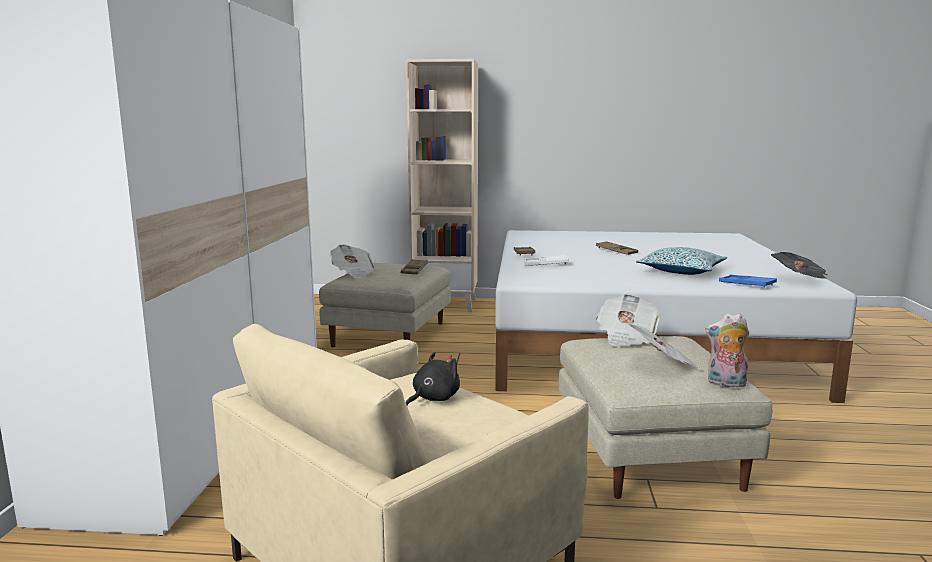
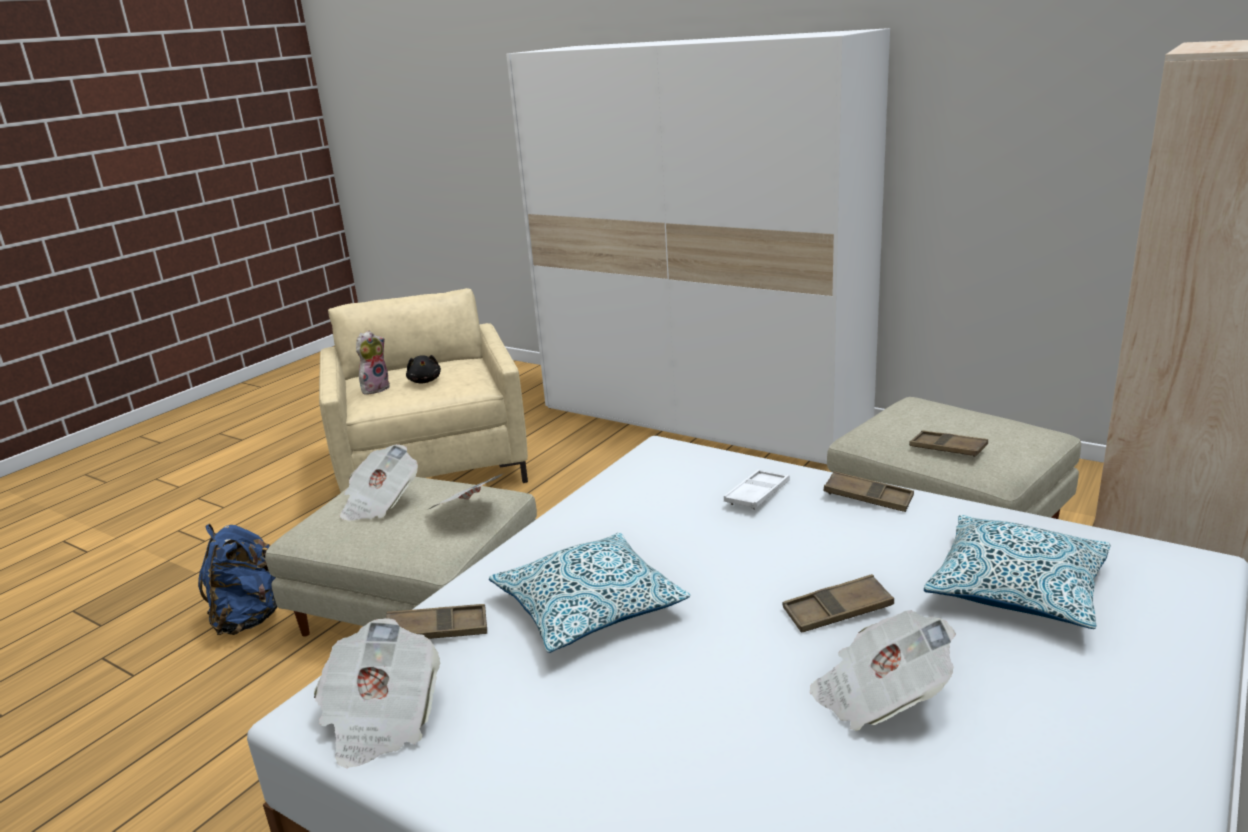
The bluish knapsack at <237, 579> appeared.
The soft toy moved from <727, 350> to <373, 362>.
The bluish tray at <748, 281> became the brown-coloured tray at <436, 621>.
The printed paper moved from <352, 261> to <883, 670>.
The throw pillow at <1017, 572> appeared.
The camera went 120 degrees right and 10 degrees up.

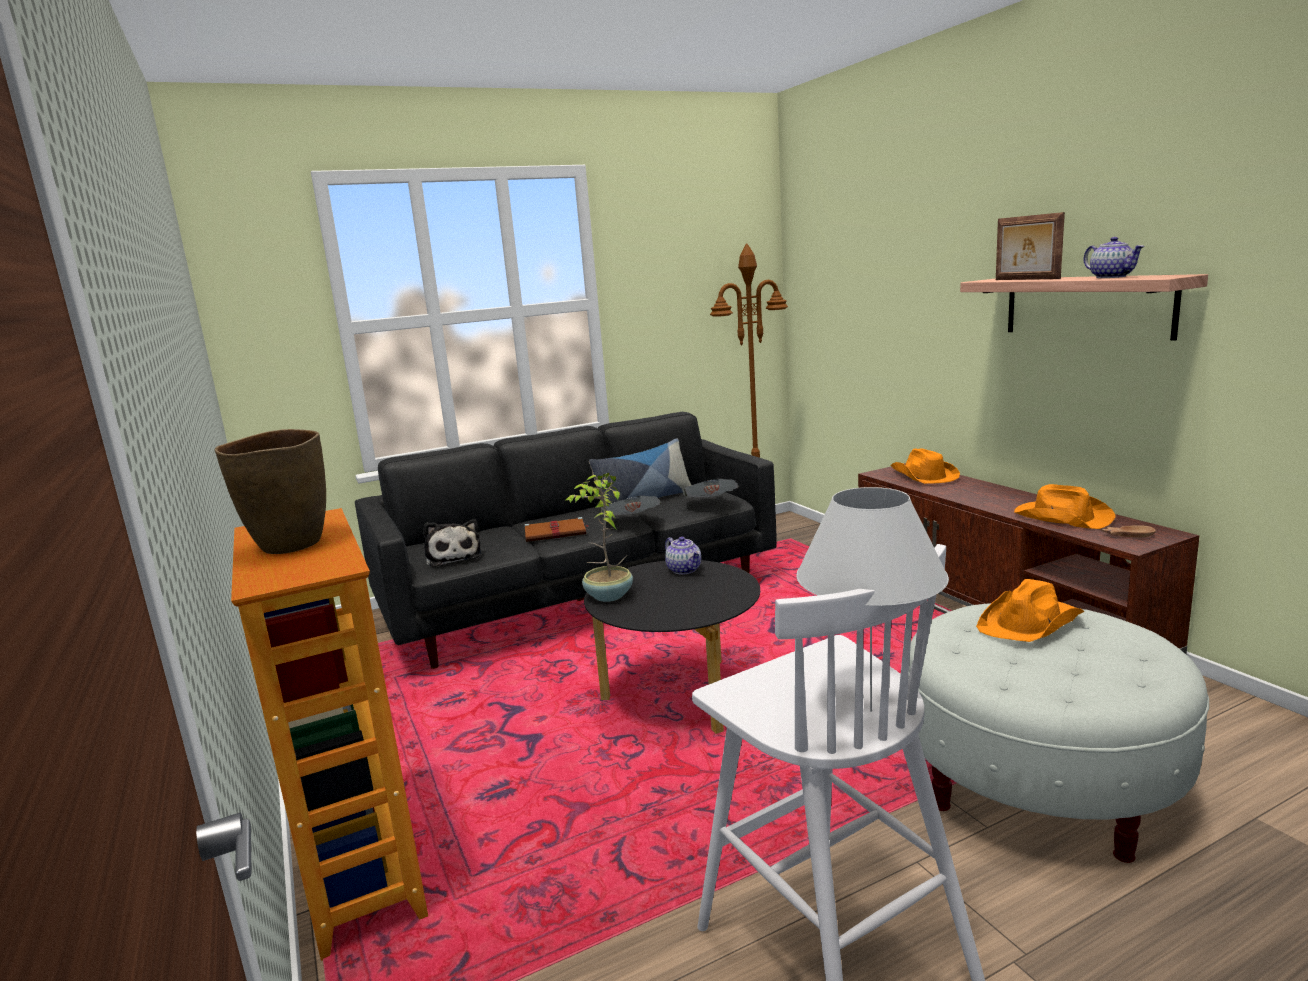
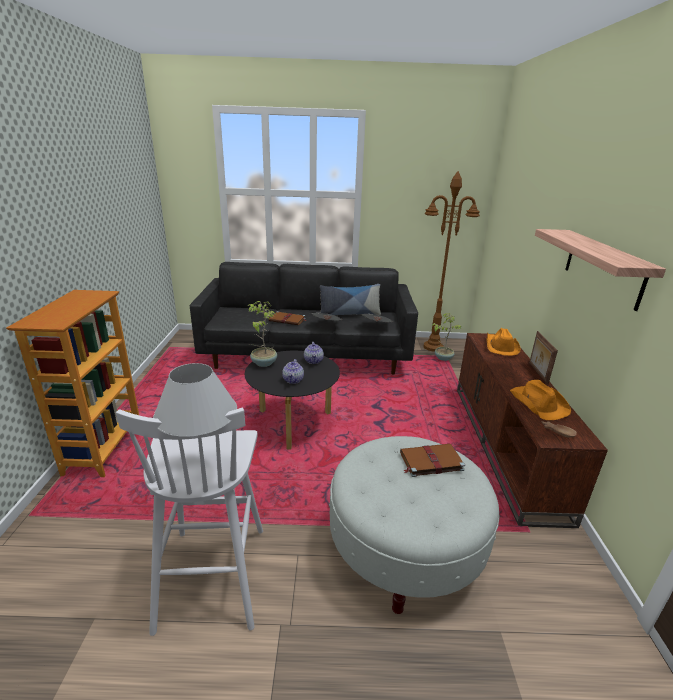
The tea pot moved from <1114, 257> to <293, 371>.
The orange wearable hat at <1030, 610> was replaced by the brown-coloured bound book at <432, 460>.
The houseplant at <446, 337> appeared.
The standing frame moved from <1030, 246> to <543, 358>.
The brown-coloured vase at <270, 491> disappeared.
The soft toy at <452, 543> disappeared.
The camera went 25 degrees right and 10 degrees up.

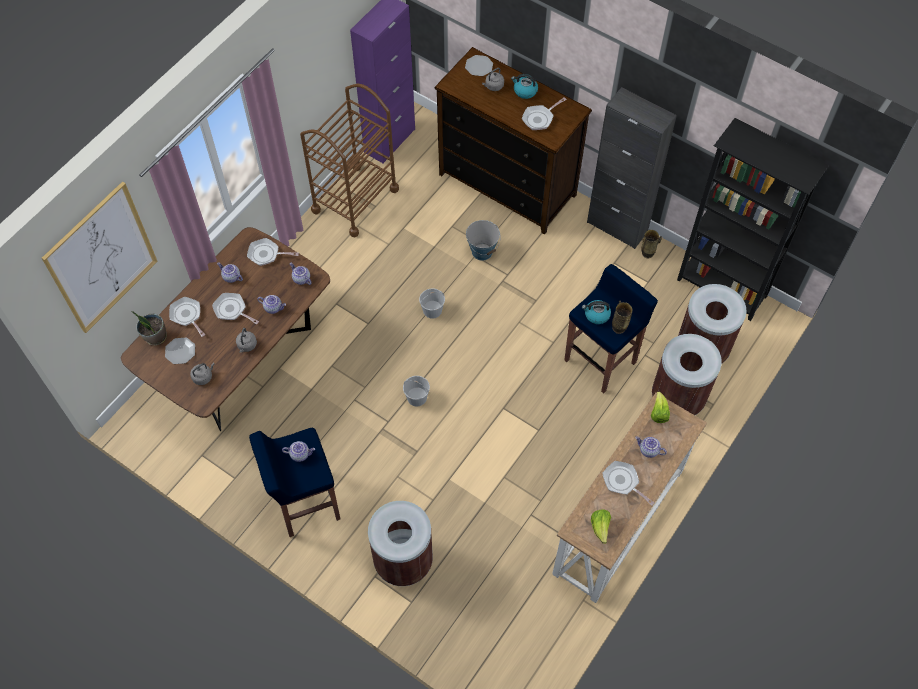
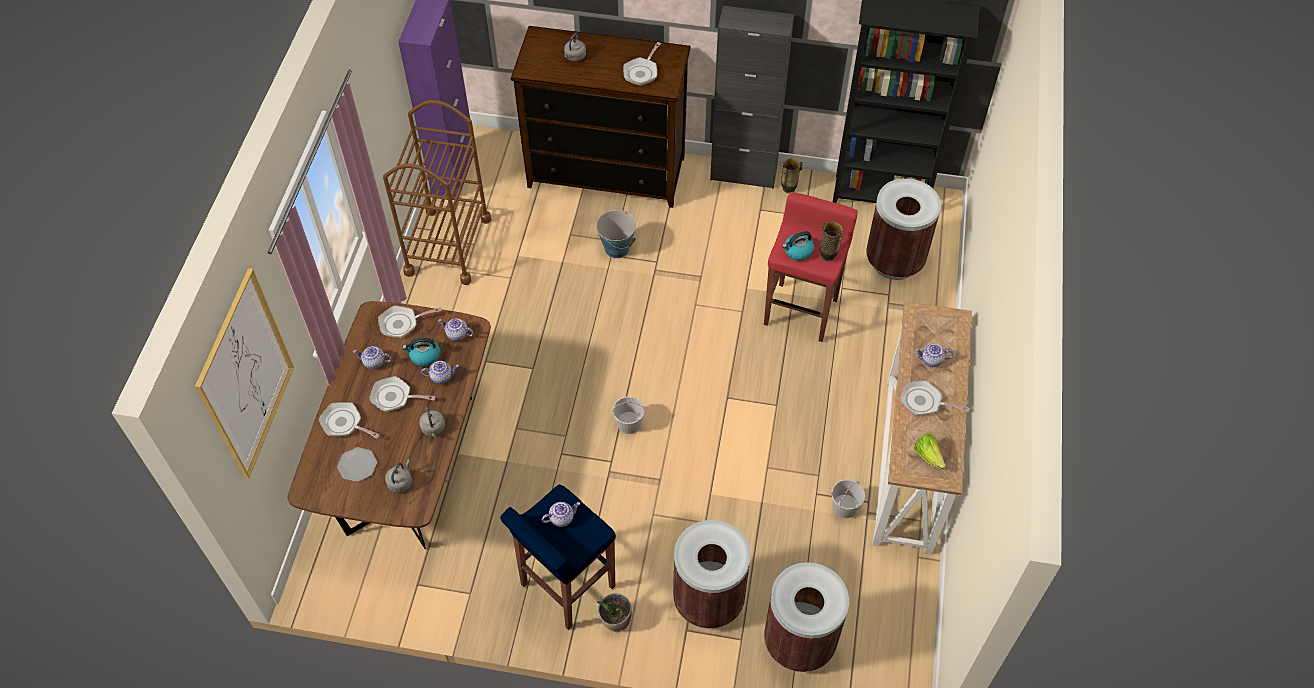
The water kettle moved from <524, 86> to <421, 352>.
The houseplant moved from <149, 328> to <614, 612>.
The bluish sitting stool at <611, 328> became the red sitting stool at <811, 267>.
The brown-coloured trash can moved from <687, 374> to <806, 617>.
The whitish bucket moved from <432, 303> to <848, 499>.
The flat dish at <479, 65> disappeared.
The head of lettuce at <660, 407> disappeared.
The camera went 25 degrees left and 5 degrees down.

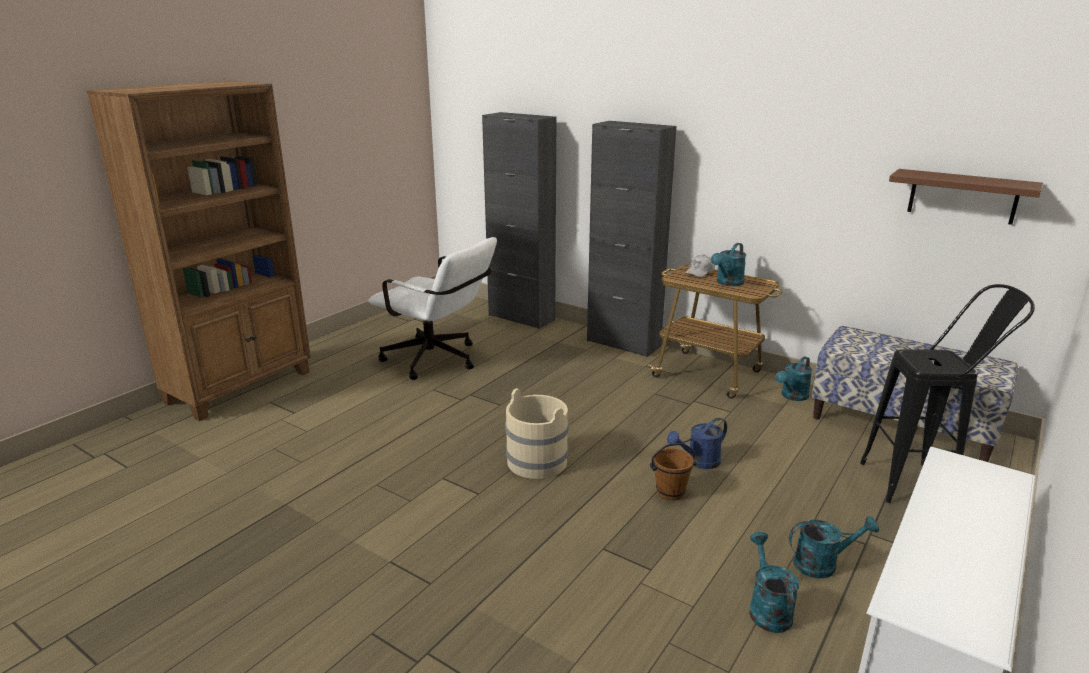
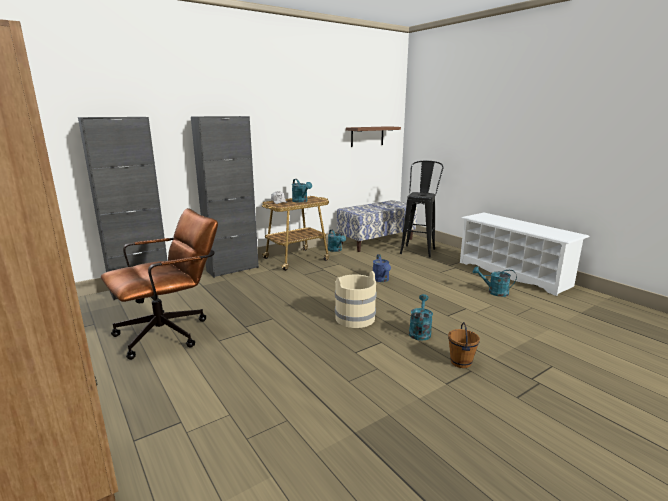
The whitish computer chair at <432, 308> became the brown-coloured computer chair at <159, 284>.
The blue-green watering can moved from <834, 547> to <421, 317>.
The brown-coloured bucket moved from <673, 471> to <464, 345>.
The camera went 70 degrees left and 5 degrees down.

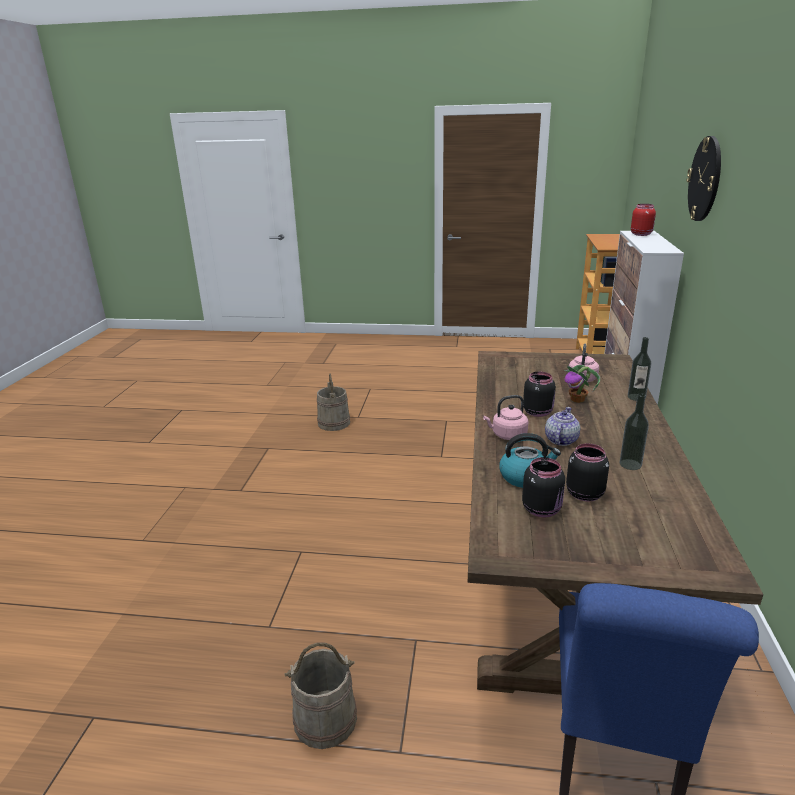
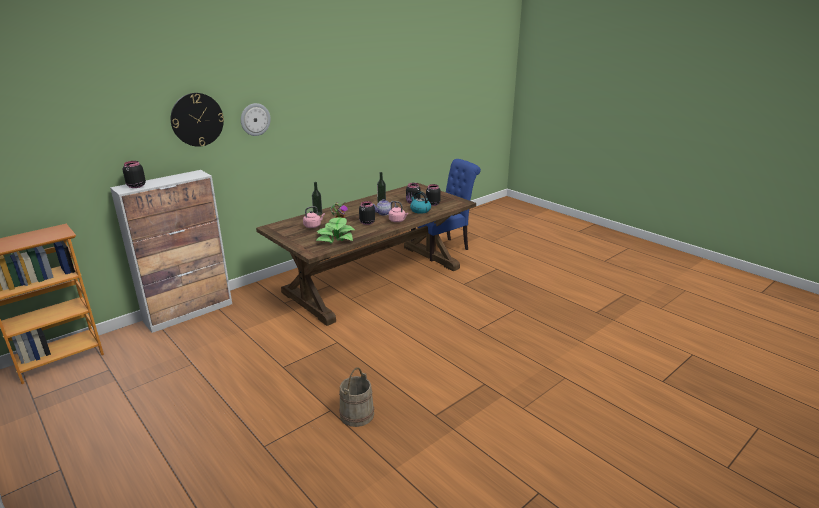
The red preserve jar at <643, 220> became the black-coloured preserve jar at <134, 174>.
The hanging clock at <256, 119> appeared.
The houseplant at <335, 230> appeared.
The beige bucket at <320, 695> disappeared.
The camera went 140 degrees left and 0 degrees up.

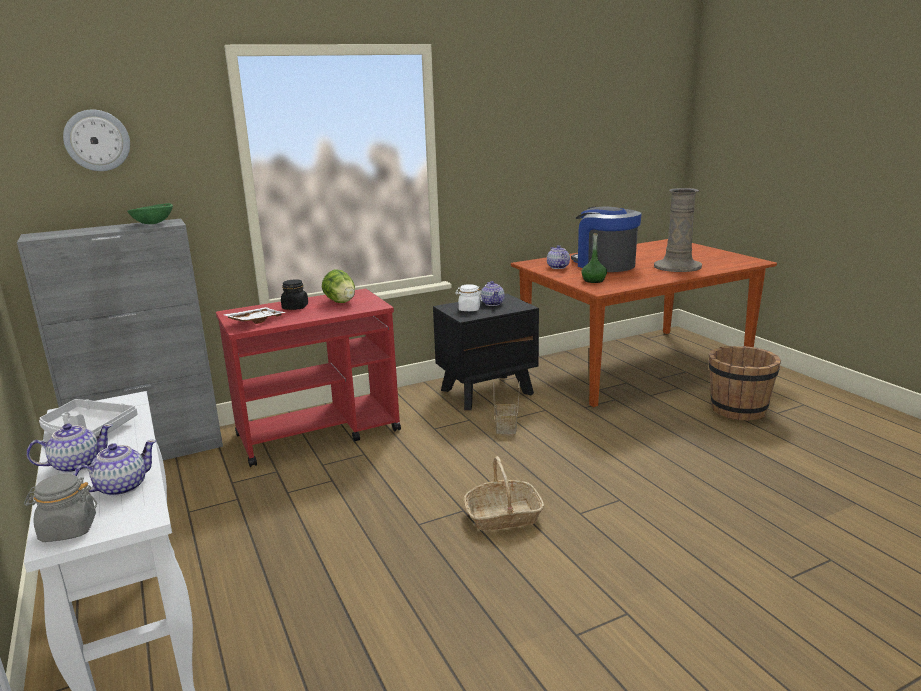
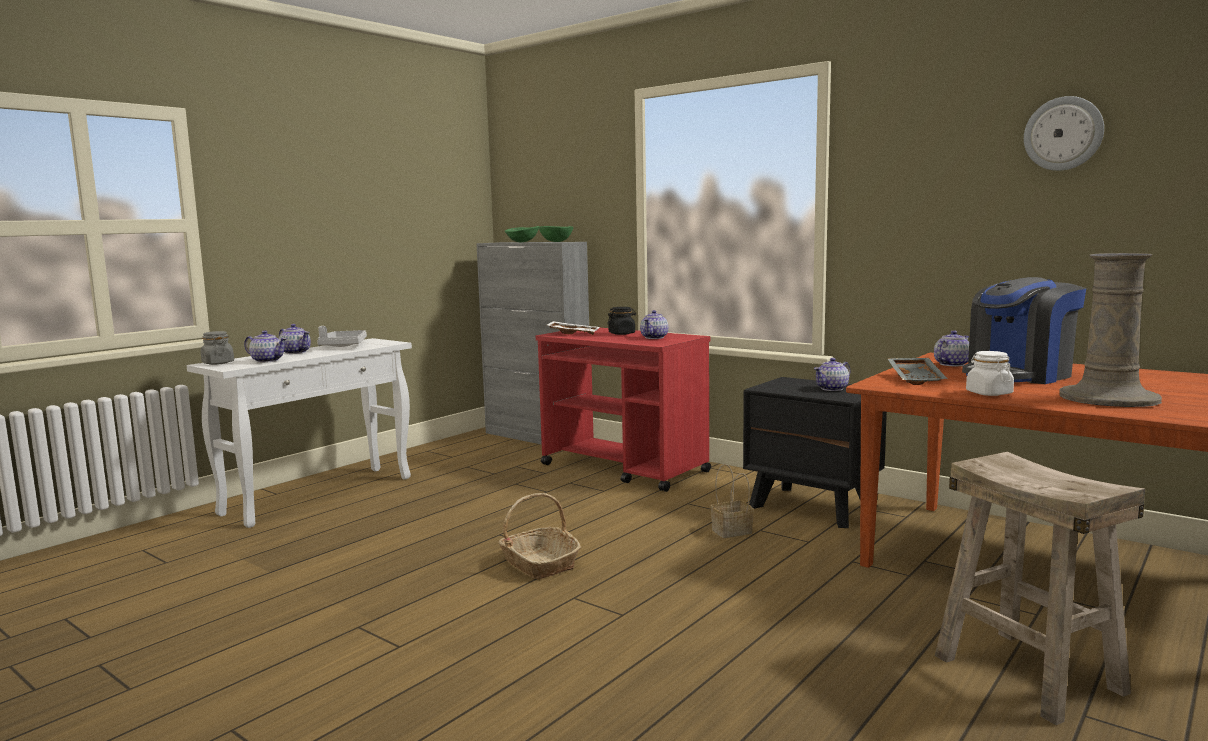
The green serving bowl at <522, 234> appeared.
The head of lettuce at <338, 286> was replaced by the tea pot at <654, 324>.
The green drink bottle at <594, 258> was replaced by the gray tray at <918, 371>.
The brown-coloured bucket at <745, 383> was replaced by the beige sitting stool at <1040, 588>.
The coffee brewer at <606, 239> turned 150 degrees counterclockwise.
The whitish preserve jar moved from <468, 297> to <990, 373>.
The hanging clock moved from <96, 140> to <1064, 133>.
The camera went 65 degrees right and 10 degrees down.

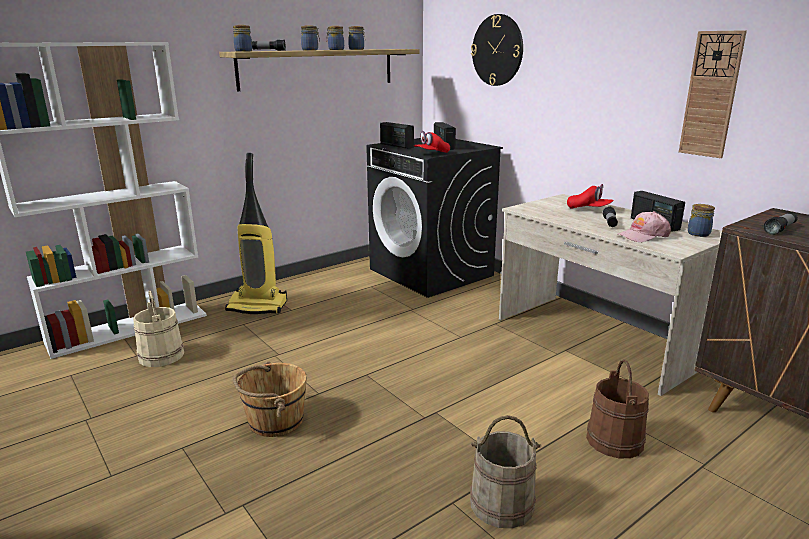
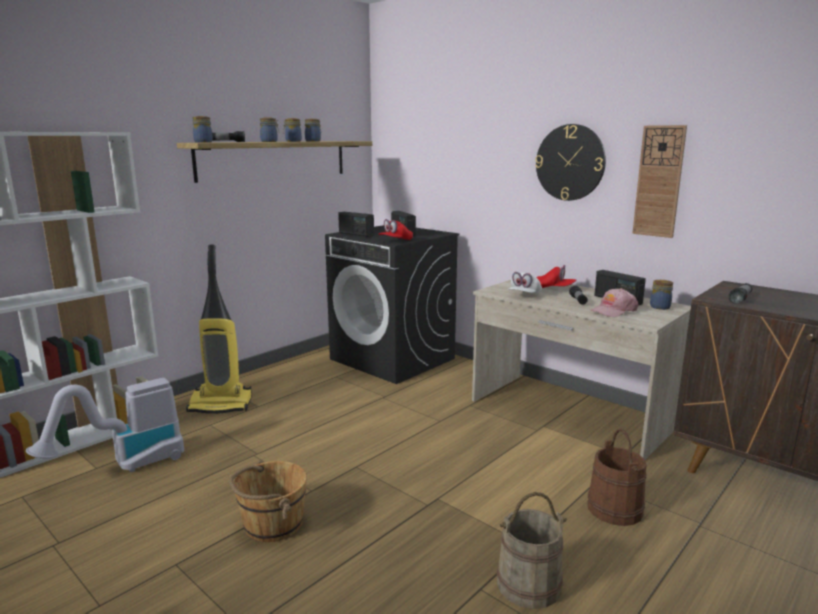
The beige bucket at <158, 328> was replaced by the vacuum at <105, 425>.
The whitish cap at <525, 282> appeared.
The hanging clock moved from <497, 50> to <570, 162>.
The camera went 10 degrees left and 5 degrees down.

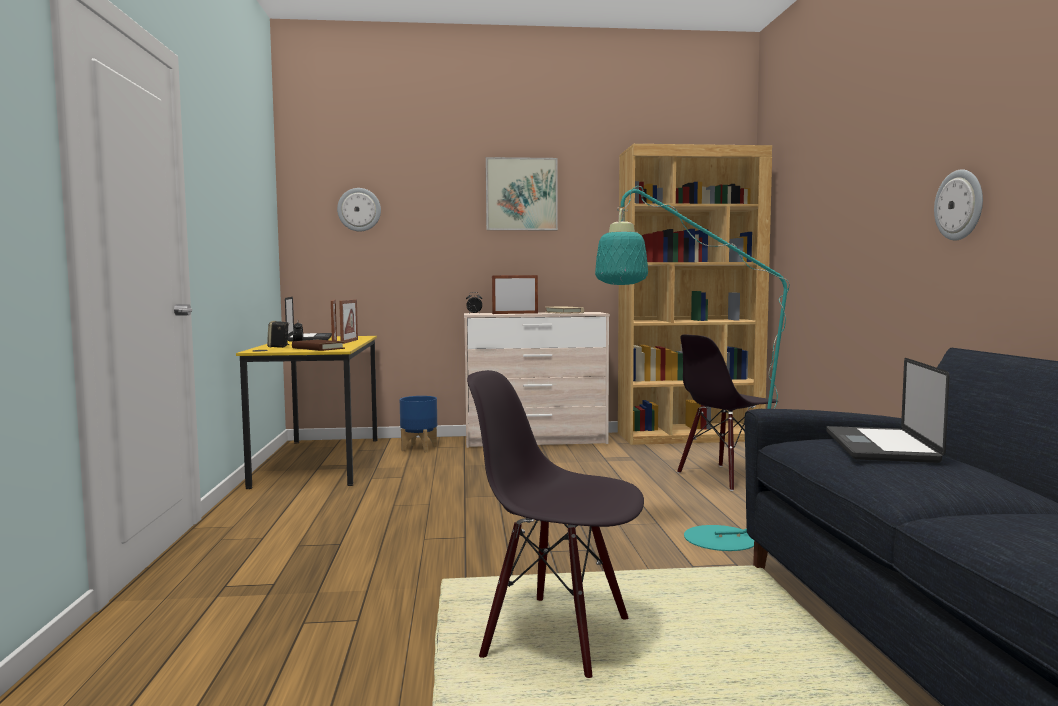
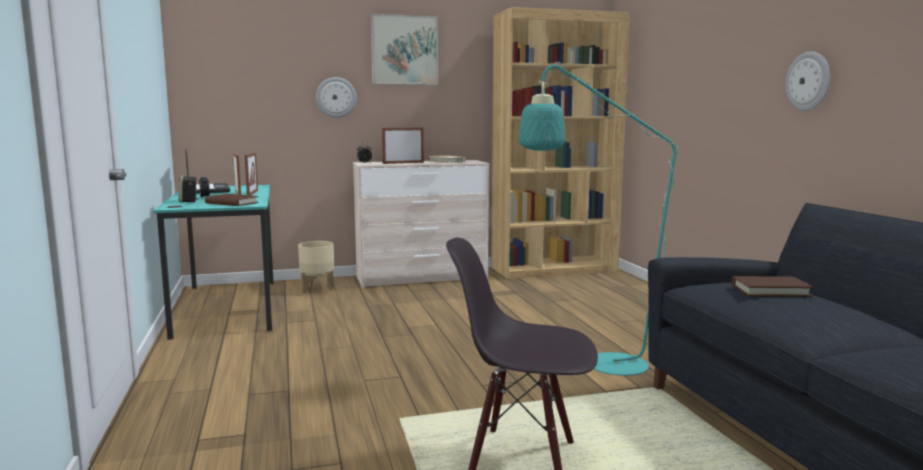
The yellowish desk table at <307, 412> became the blue-green desk table at <213, 262>.
The bluish flower pot at <418, 424> became the beige flower pot at <316, 267>.
The hanging clock moved from <359, 210> to <336, 97>.
The notebook computer at <888, 410> was replaced by the brown-coloured bound book at <772, 286>.
The black-coloured plain chair at <727, 412> disappeared.
The camera went 10 degrees left and 5 degrees up.

